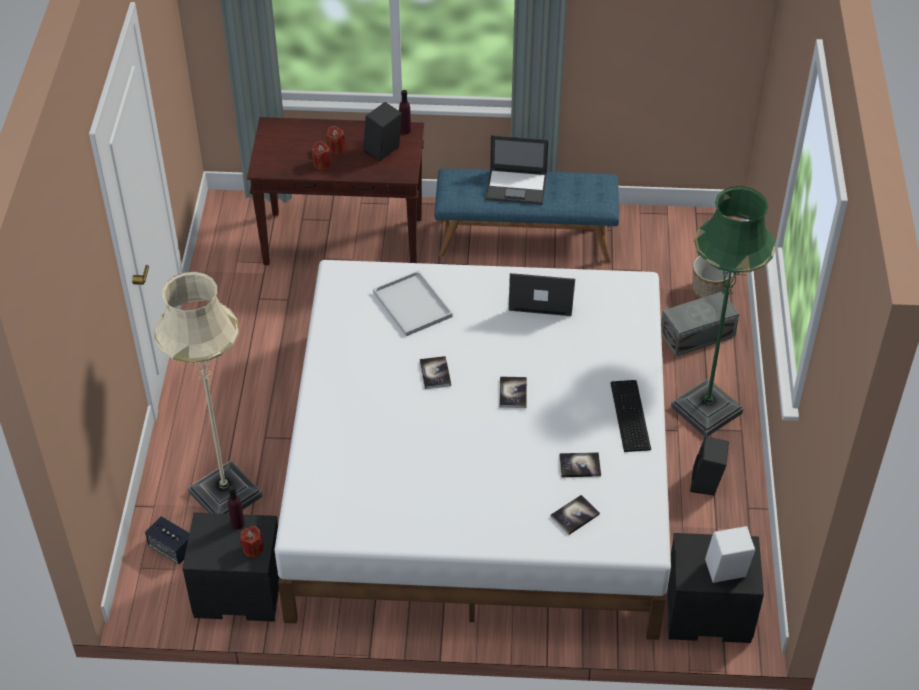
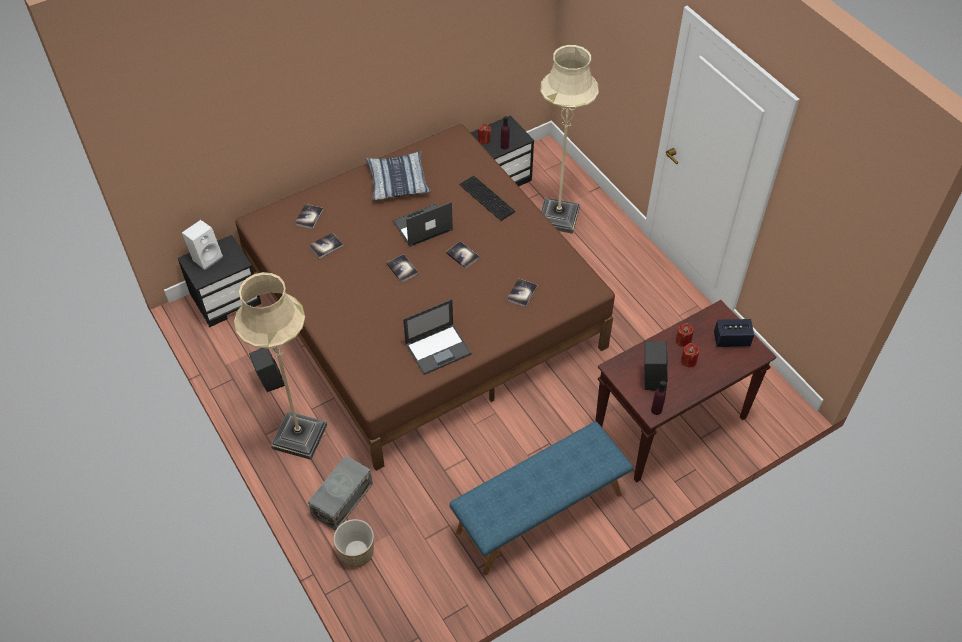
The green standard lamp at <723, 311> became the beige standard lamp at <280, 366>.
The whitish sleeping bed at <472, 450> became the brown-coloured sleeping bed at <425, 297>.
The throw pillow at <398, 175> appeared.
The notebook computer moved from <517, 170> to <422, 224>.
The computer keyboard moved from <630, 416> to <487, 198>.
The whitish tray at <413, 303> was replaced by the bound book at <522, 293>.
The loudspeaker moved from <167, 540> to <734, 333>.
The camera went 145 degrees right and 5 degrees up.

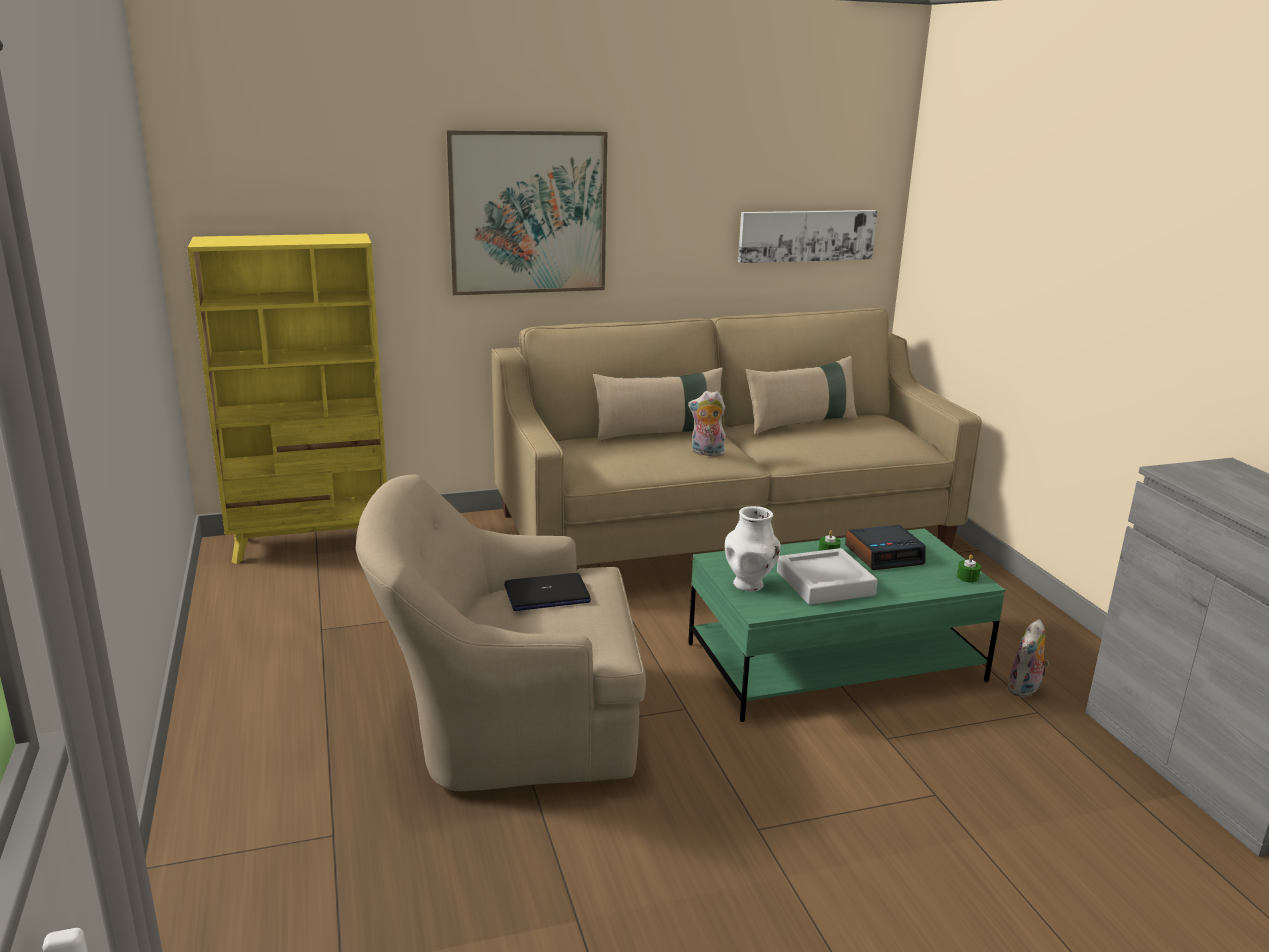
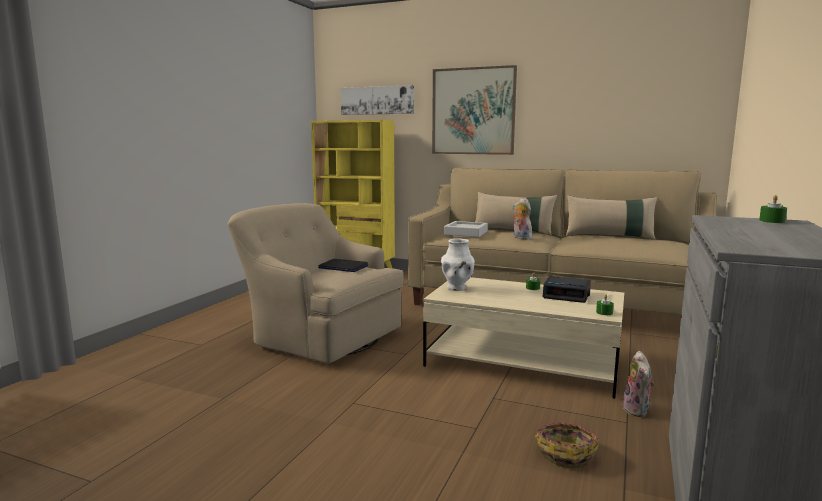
The wall art moved from <807, 236> to <377, 100>.
The green lounge table at <846, 625> became the beige lounge table at <523, 338>.
The gray tray moved from <827, 576> to <466, 229>.
The storage basket at <567, 445> appeared.
The soft toy at <1028, 658> turned 75 degrees counterclockwise.
The green wax candle at <773, 209> appeared.
The camera went 40 degrees right and 10 degrees down.

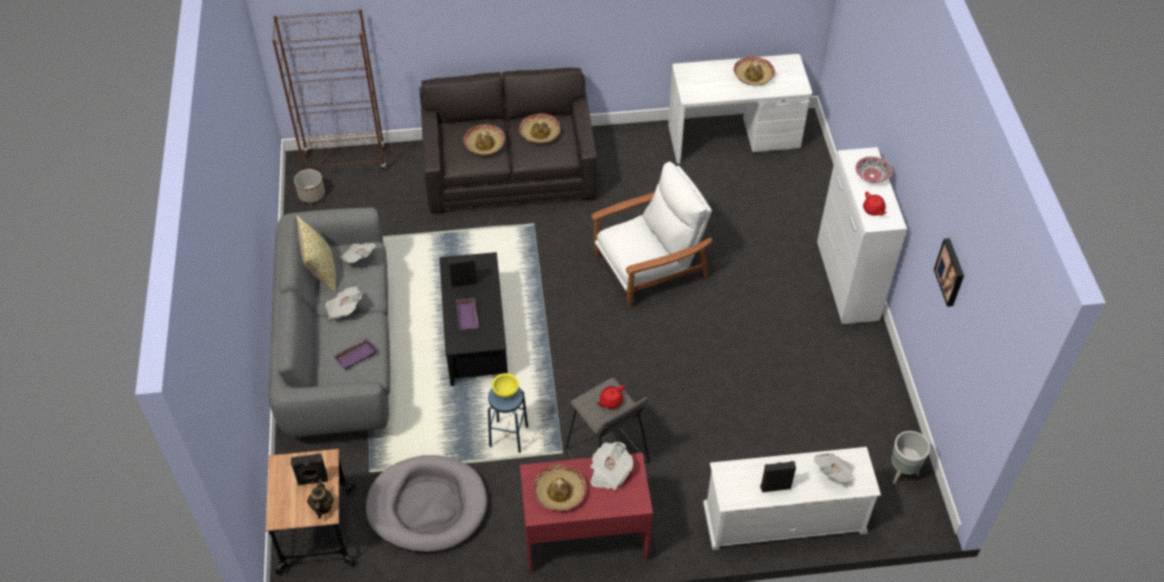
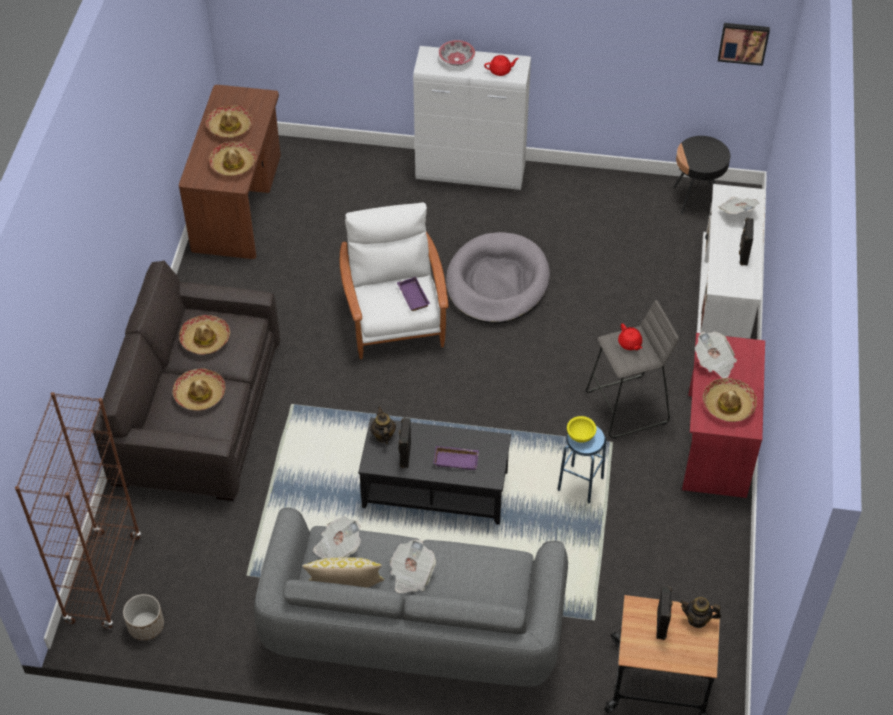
The whitish desk table at <740, 109> became the brown-coloured desk table at <230, 172>.
The wearable hat at <233, 159> appeared.
The tea pot at <383, 425> appeared.
The purplish tray moved from <355, 354> to <413, 294>.
The gray pet bed moved from <426, 504> to <498, 278>.
The gray flower pot at <910, 457> was replaced by the black-coloured accent table at <701, 175>.
The wall art moved from <949, 272> to <744, 44>.
The camera went 75 degrees left and 0 degrees up.

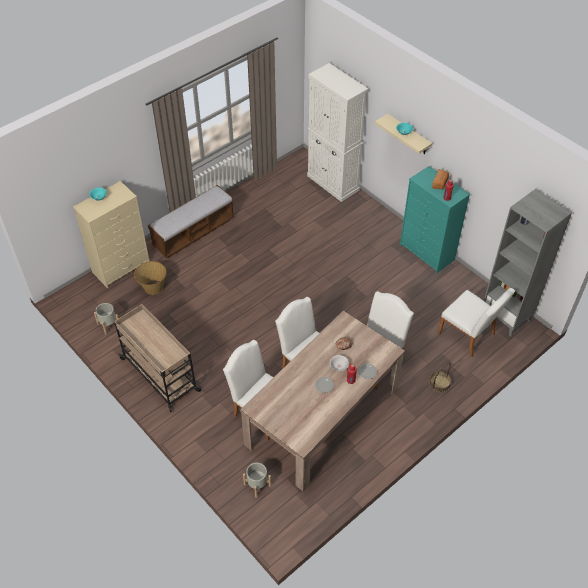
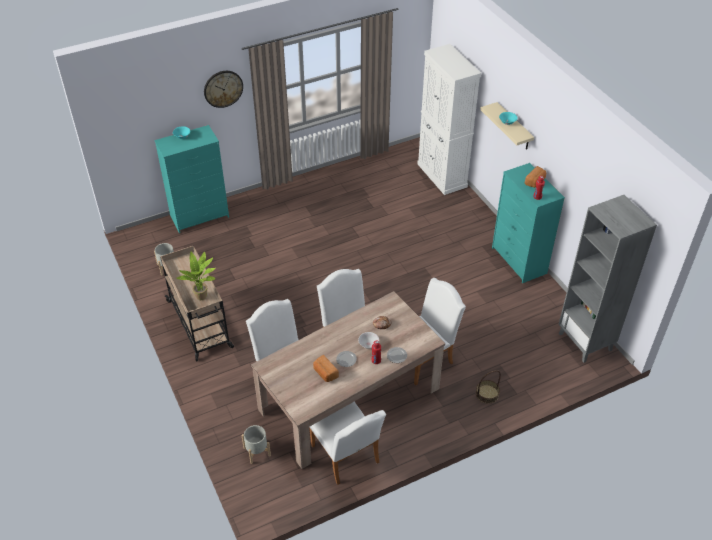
The beige drawer chest at <111, 234> became the blue-green drawer chest at <191, 179>.
The houseplant at <196, 276> appeared.
The hanging clock at <223, 89> appeared.
The whitish plain chair moved from <476, 322> to <347, 443>.
The bakery bread at <326, 368> appeared.
The storage basket at <150, 278> disappeared.
The indoor bench at <191, 221> disappeared.
The camera went 15 degrees right and 5 degrees down.

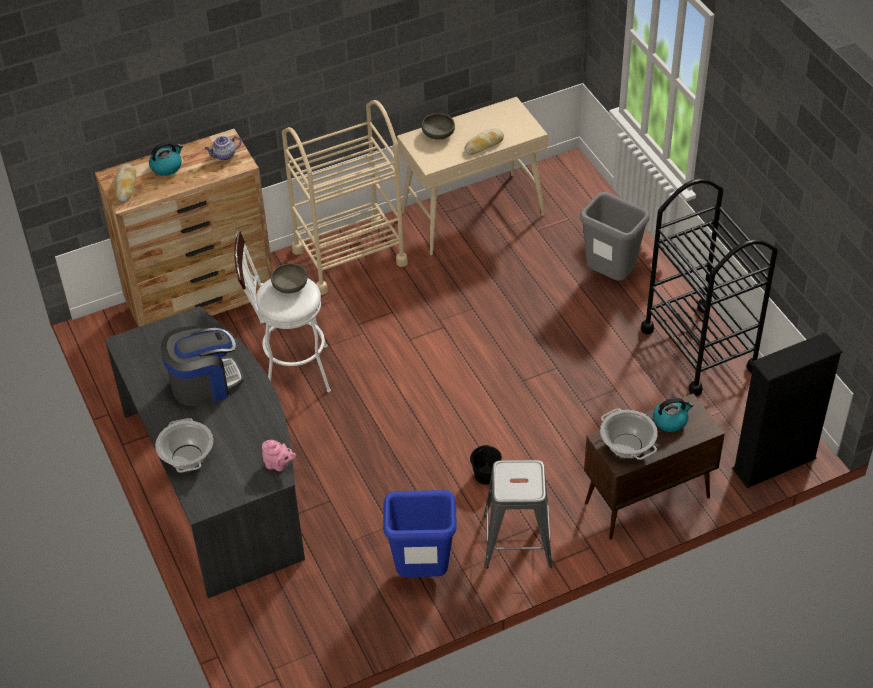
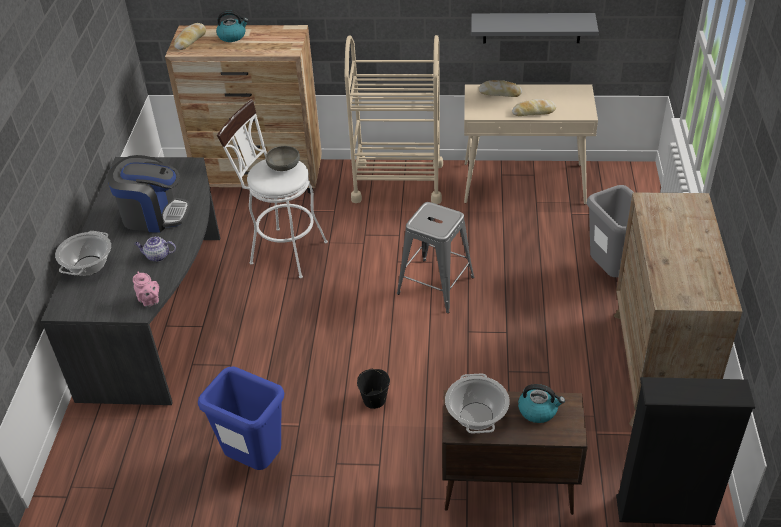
The tea pot moved from <223, 148> to <155, 249>.
The gray sitting stool moved from <518, 514> to <435, 257>.
The gray shelf at <535, 28> appeared.
The gray serving bowl at <438, 126> was replaced by the bakery bread at <500, 88>.
The black-coloured cart at <709, 287> was replaced by the brown-coloured drawer chest at <678, 309>.
The camera went 30 degrees right and 5 degrees down.

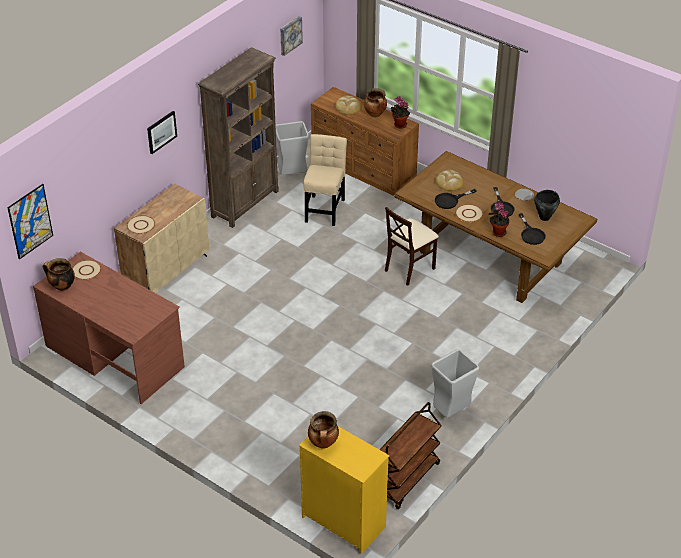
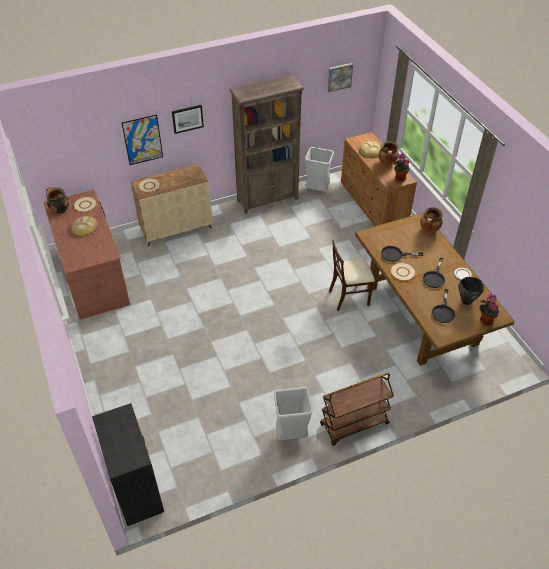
The bakery bread moved from <450, 180> to <84, 226>.
The yellowish drawer chest at <344, 490> became the black-coloured drawer chest at <128, 464>.
The wall art moved from <30, 222> to <142, 139>.
The brown-coloured cart moved from <410, 455> to <357, 409>.
The saucepot moved from <323, 430> to <431, 220>.
The houseplant moved from <499, 219> to <489, 310>.
The beige plain chair at <325, 180> disappeared.
The camera went 30 degrees right and 5 degrees up.

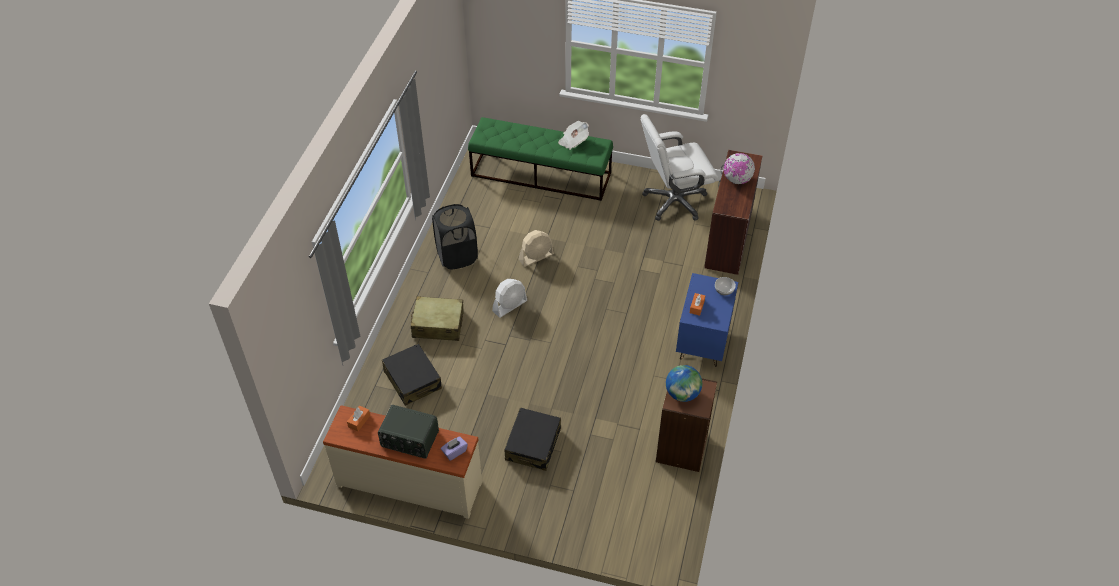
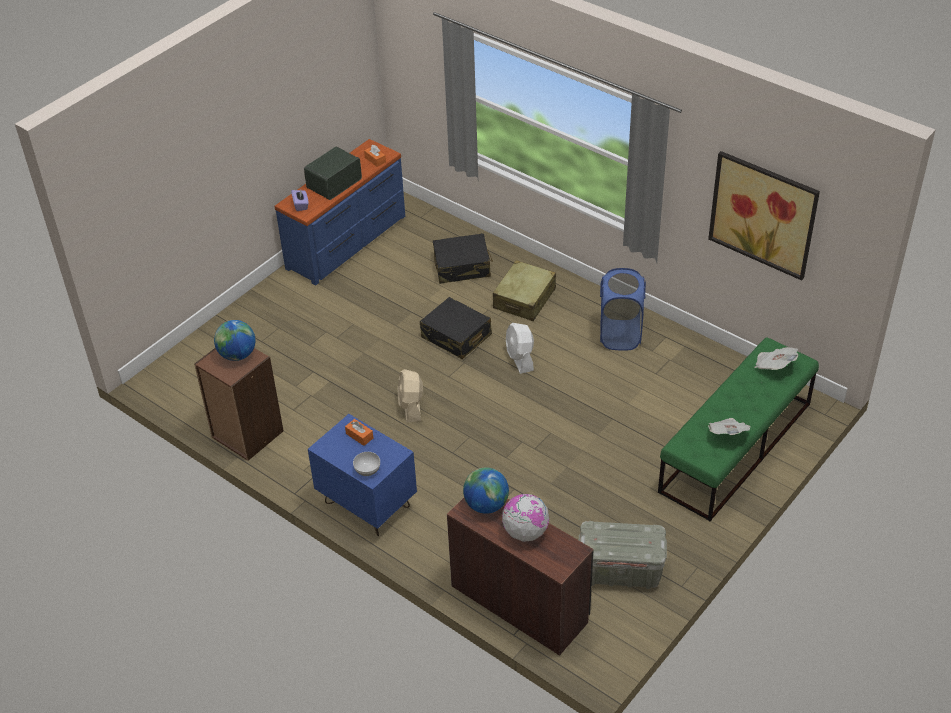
The beige drawer chest at <402, 462> became the bluish drawer chest at <339, 212>.
The beige fan moved from <536, 248> to <410, 396>.
The black-coloured suitcase moved from <532, 439> to <456, 328>.
The desk globe at <486, 491> appeared.
The whitish computer chair at <680, 167> was replaced by the gray storage container at <623, 555>.
The black-coloured laundry basket at <455, 237> became the bluish laundry basket at <623, 309>.
The wall art at <764, 216> appeared.
The printed paper at <776, 358> appeared.
The camera went 115 degrees right and 5 degrees down.

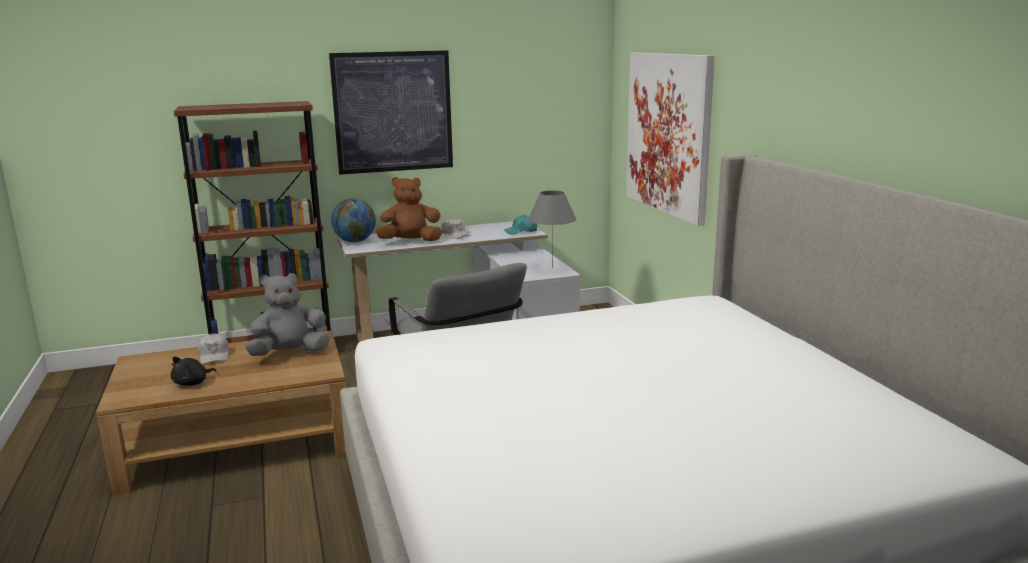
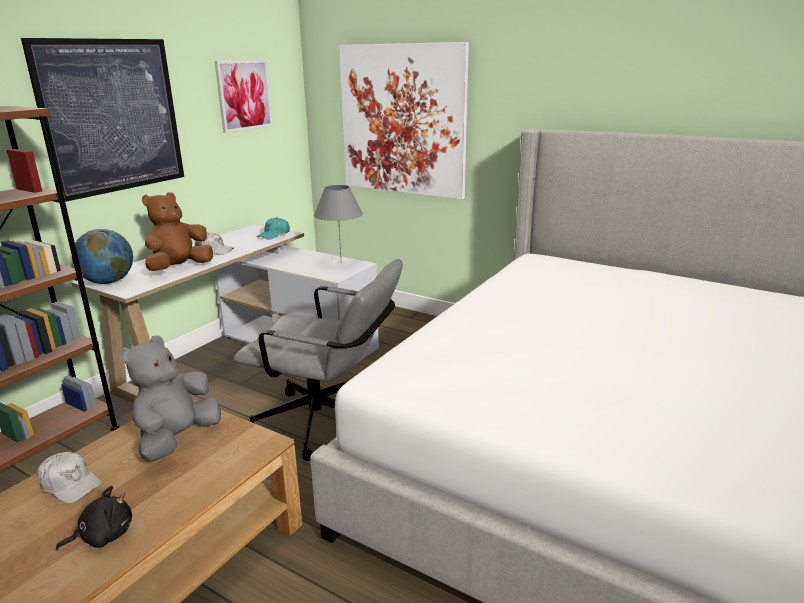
The black-coloured soft toy at <194, 371> turned 120 degrees counterclockwise.
The wall art at <244, 96> appeared.
The camera went 40 degrees left and 5 degrees up.

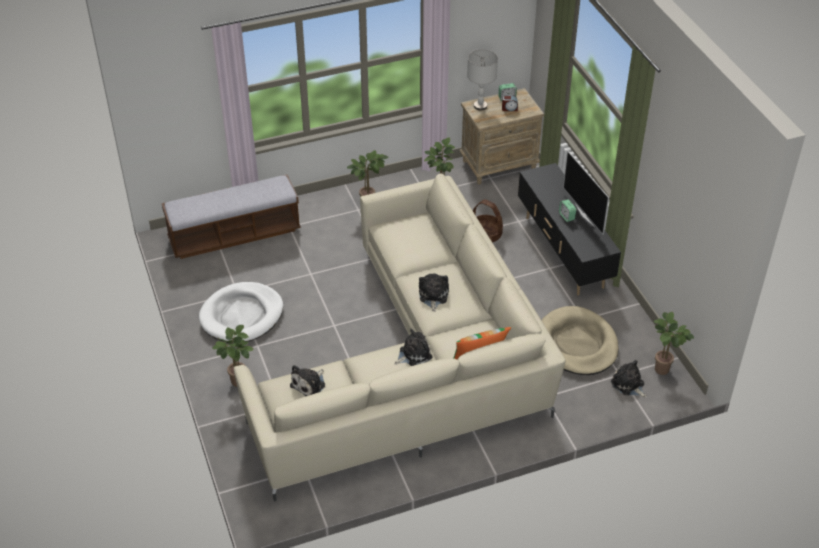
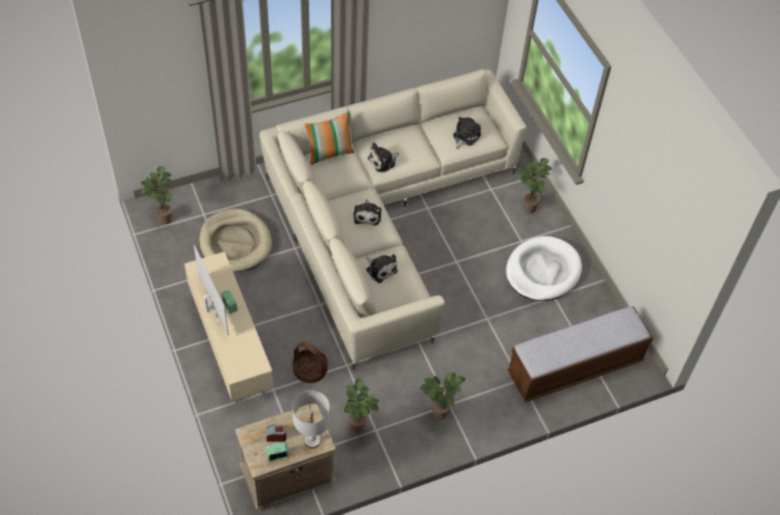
The black-coloured media console at <569, 229> became the beige media console at <229, 327>.
The soft toy moved from <629, 378> to <382, 268>.
The camera went 175 degrees right and 10 degrees up.

